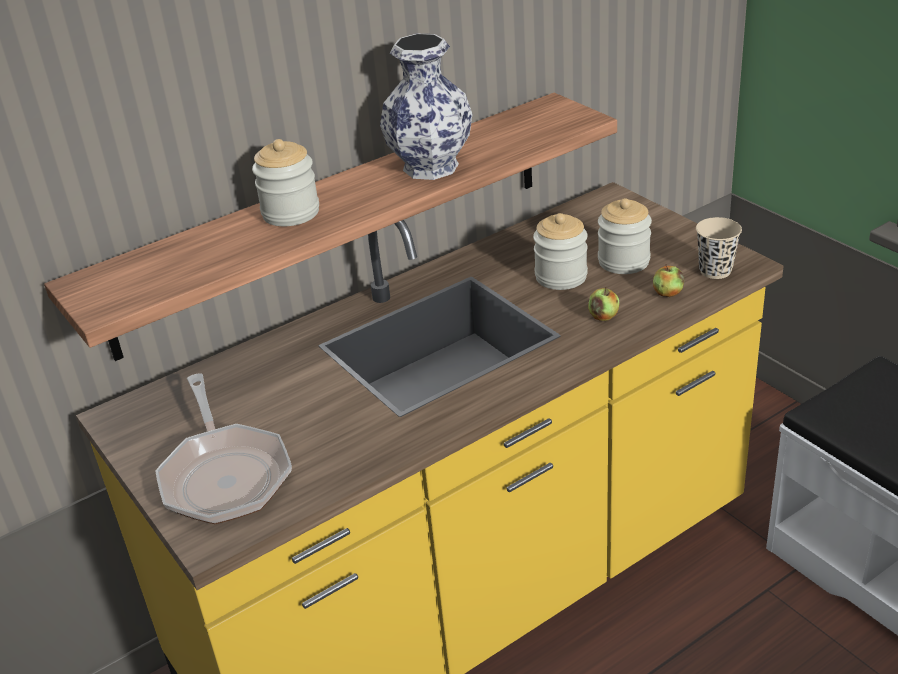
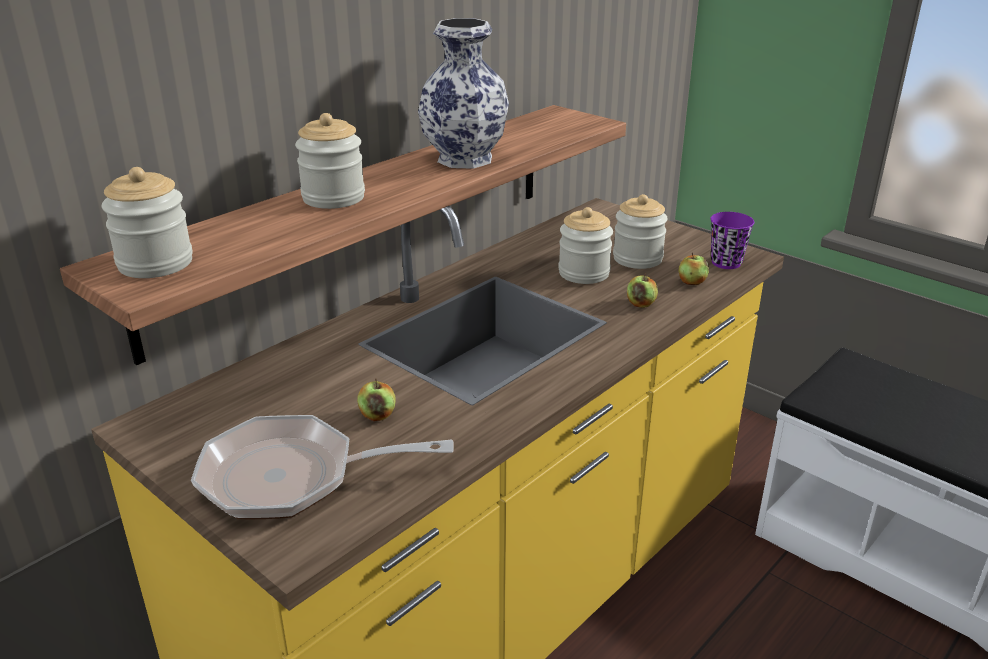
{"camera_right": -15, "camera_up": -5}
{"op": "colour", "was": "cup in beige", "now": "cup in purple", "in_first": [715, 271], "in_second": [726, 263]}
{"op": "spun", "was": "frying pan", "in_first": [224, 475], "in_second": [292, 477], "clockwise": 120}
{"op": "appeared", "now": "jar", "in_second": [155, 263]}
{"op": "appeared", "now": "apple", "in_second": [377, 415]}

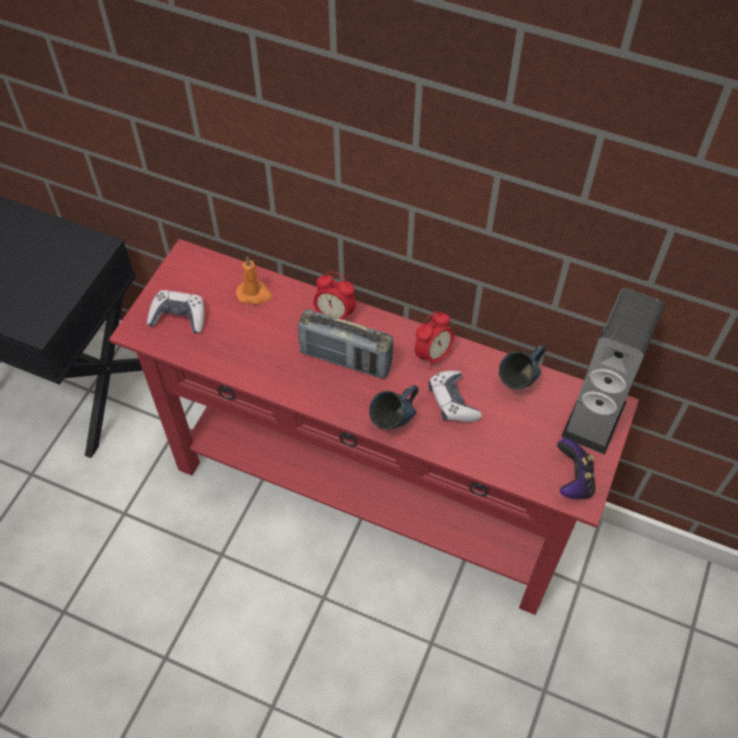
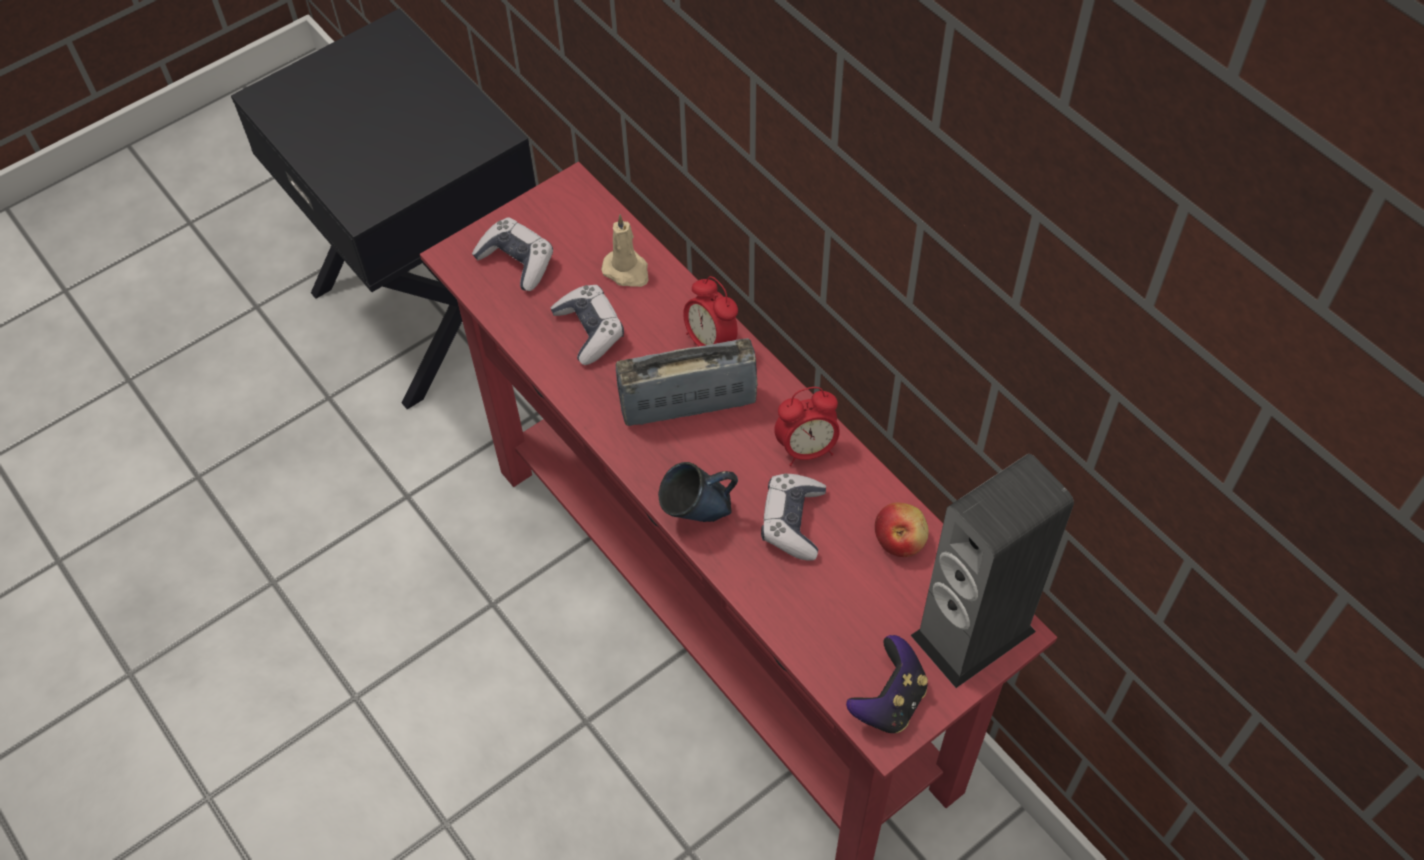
{"camera_right": 30, "camera_up": 0}
{"op": "colour", "was": "candle in orange", "now": "candle in beige", "in_first": [254, 294], "in_second": [627, 271]}
{"op": "spun", "was": "radio", "in_first": [345, 360], "in_second": [688, 405], "clockwise": 120}
{"op": "exchanged", "was": "mug in blue", "now": "apple", "in_first": [520, 384], "in_second": [900, 539]}
{"op": "appeared", "now": "game controller", "in_second": [590, 330]}

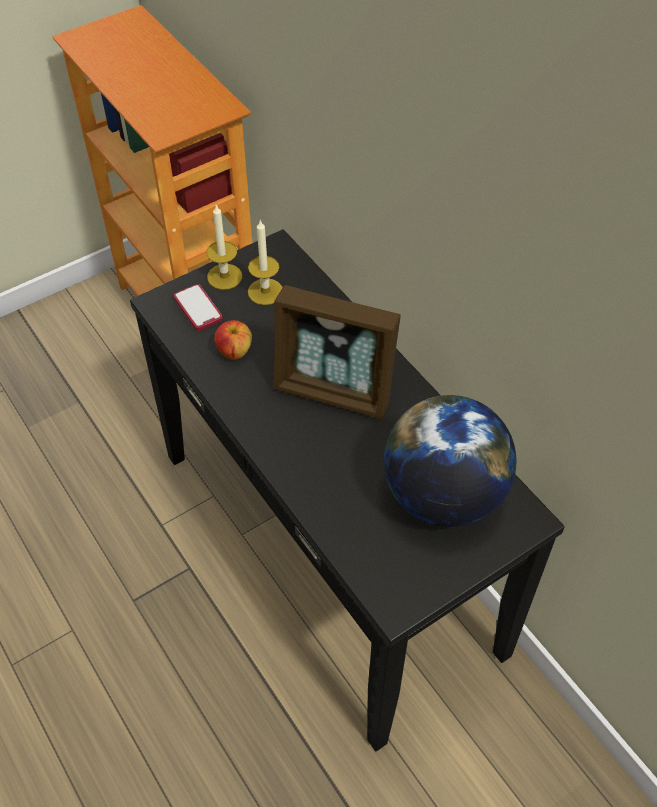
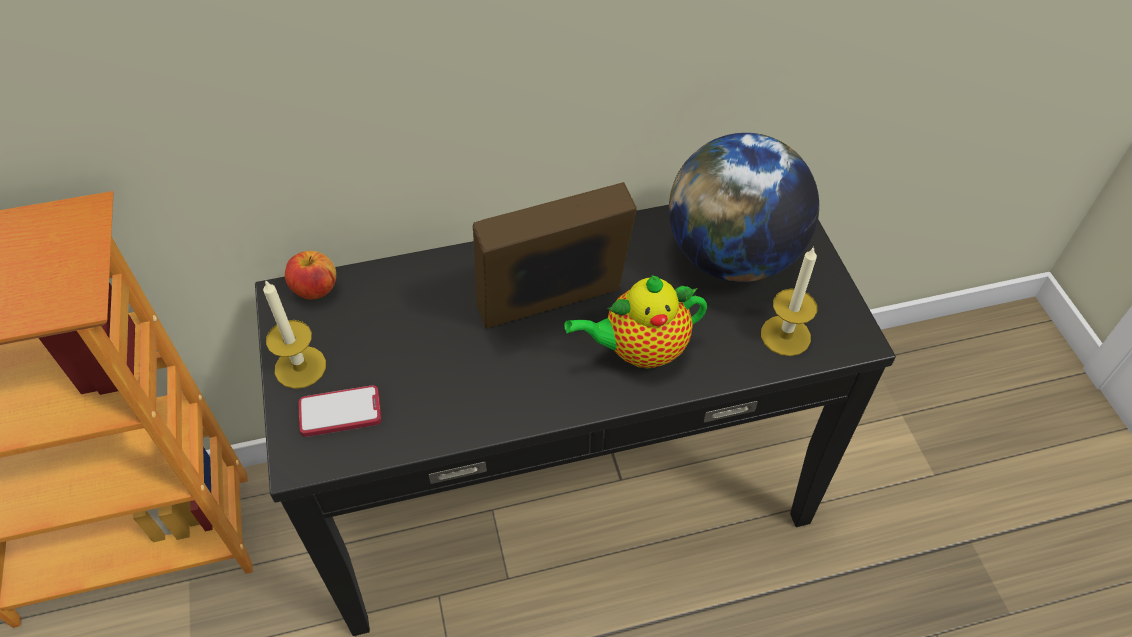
{"camera_right": -70, "camera_up": 0}
{"op": "relocated", "was": "candle", "in_first": [265, 291], "in_second": [785, 335]}
{"op": "spun", "was": "picture frame", "in_first": [334, 391], "in_second": [551, 306], "clockwise": -150}
{"op": "relocated", "was": "apple", "in_first": [234, 351], "in_second": [315, 289]}
{"op": "appeared", "now": "teapot", "in_second": [640, 350]}

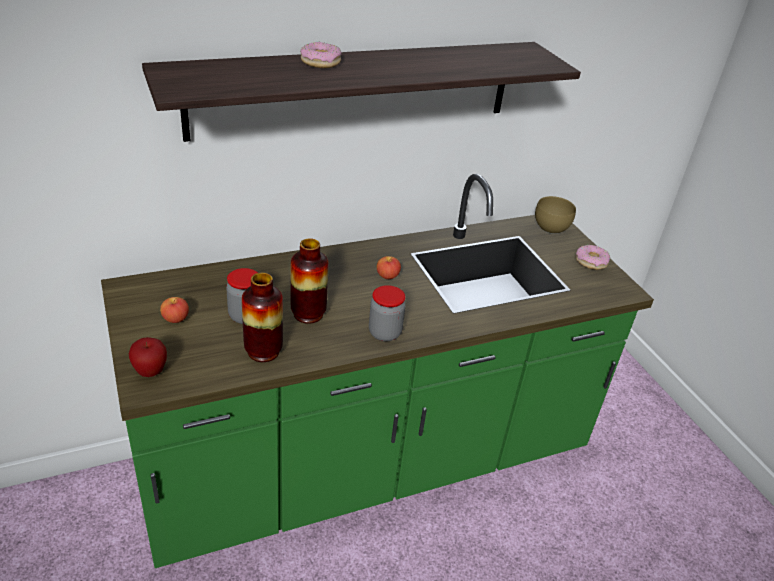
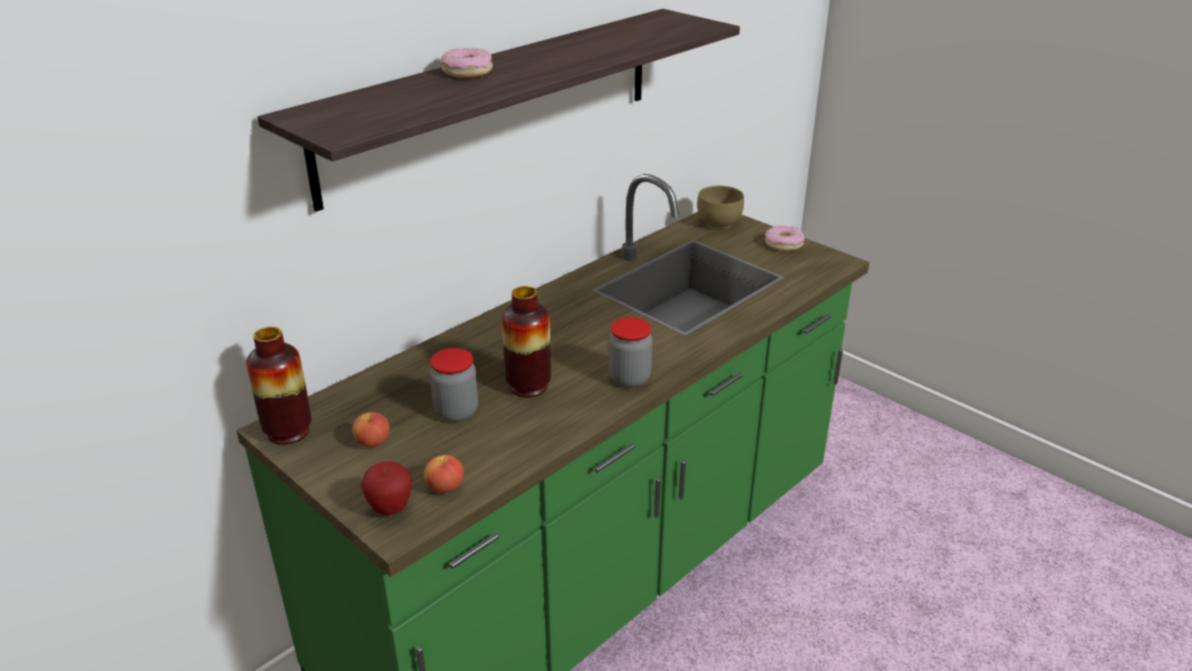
{"camera_right": -20, "camera_up": -5}
{"op": "relocated", "was": "apple", "in_first": [387, 276], "in_second": [445, 487]}
{"op": "relocated", "was": "vase", "in_first": [263, 351], "in_second": [288, 432]}

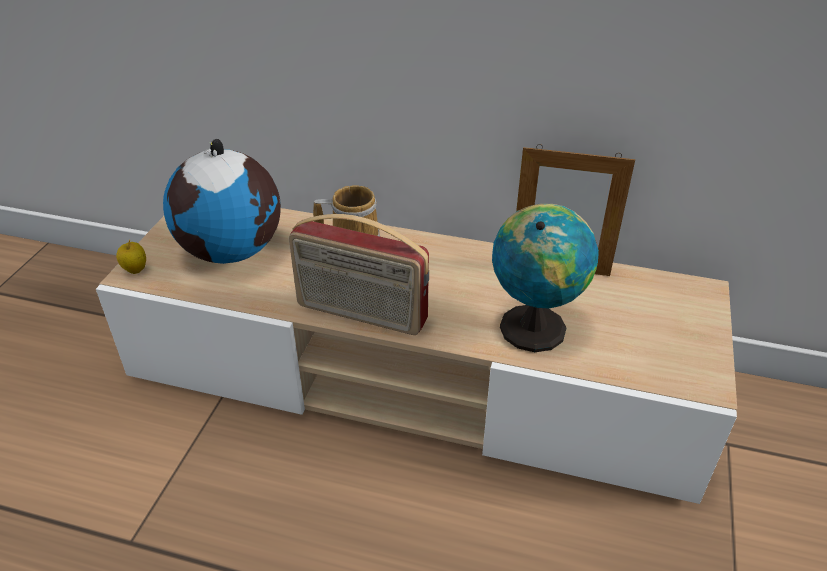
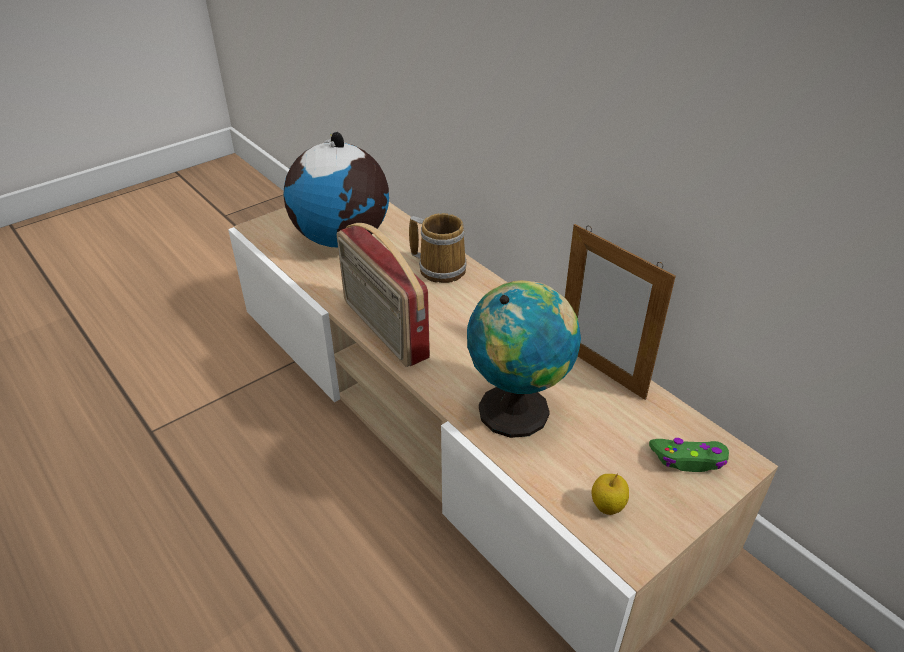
{"camera_right": 35, "camera_up": 0}
{"op": "relocated", "was": "apple", "in_first": [135, 270], "in_second": [607, 507]}
{"op": "appeared", "now": "game controller in green", "in_second": [688, 459]}

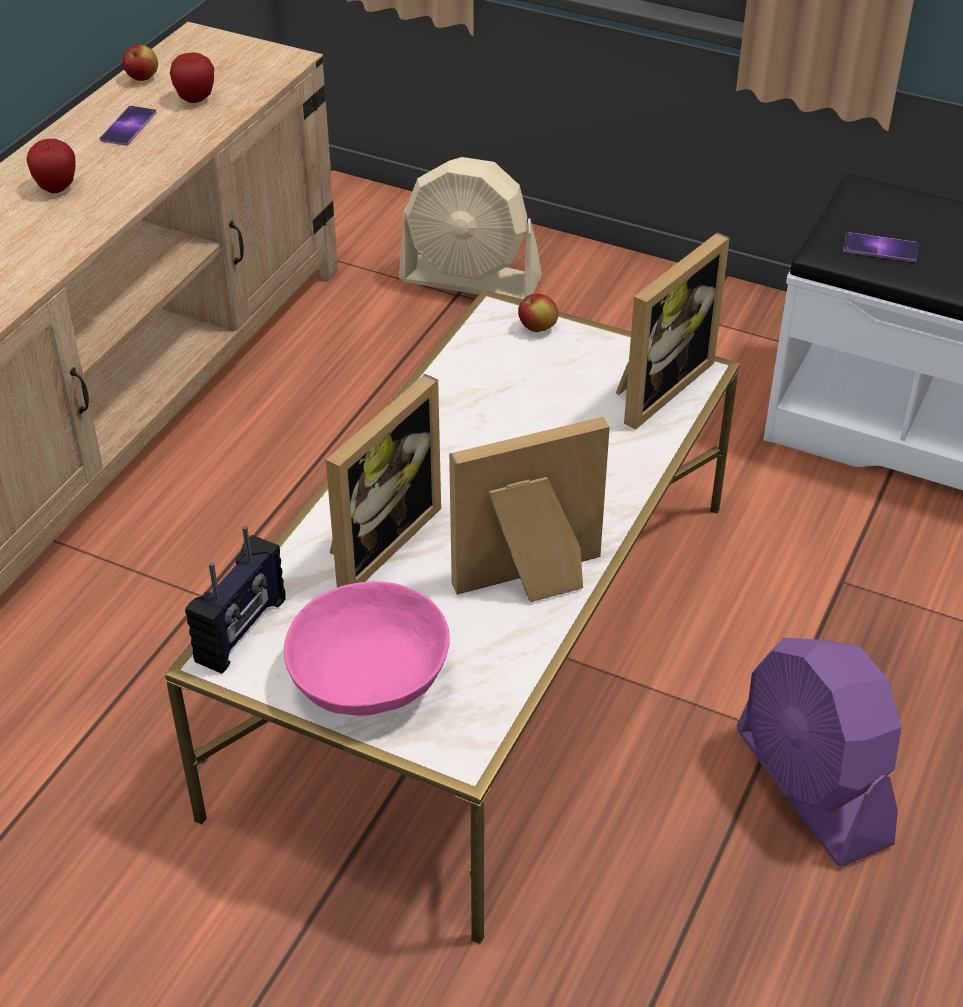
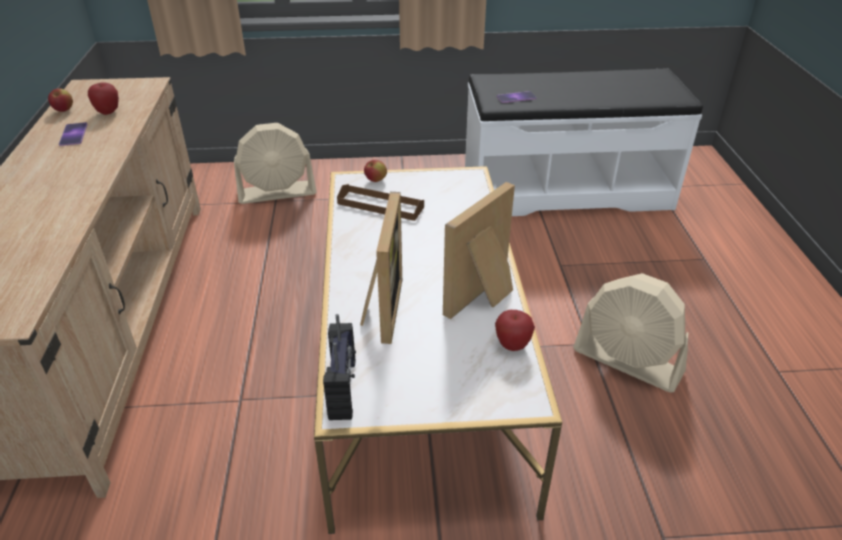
{"camera_right": -30, "camera_up": -5}
{"op": "relocated", "was": "apple", "in_first": [57, 188], "in_second": [512, 345]}
{"op": "missing", "was": "picture frame", "in_first": [656, 386]}
{"op": "missing", "was": "bowl in pink", "in_first": [370, 678]}
{"op": "colour", "was": "fan in purple", "now": "fan in beige", "in_first": [812, 787], "in_second": [628, 361]}
{"op": "appeared", "now": "tray in brown", "in_second": [380, 205]}

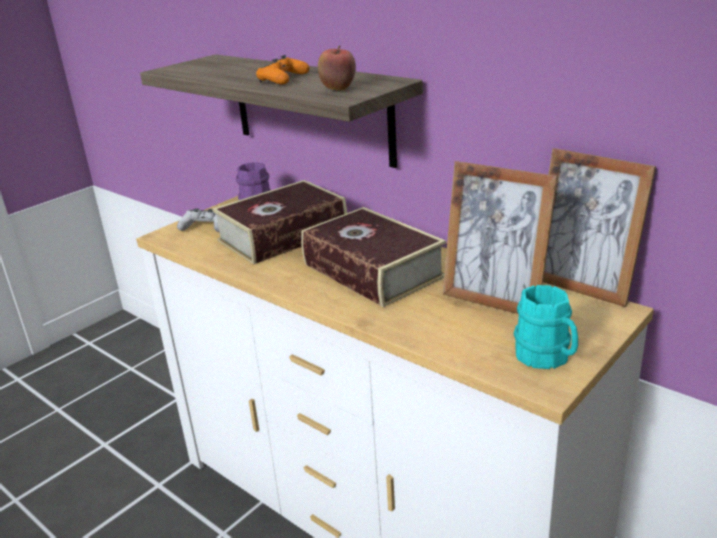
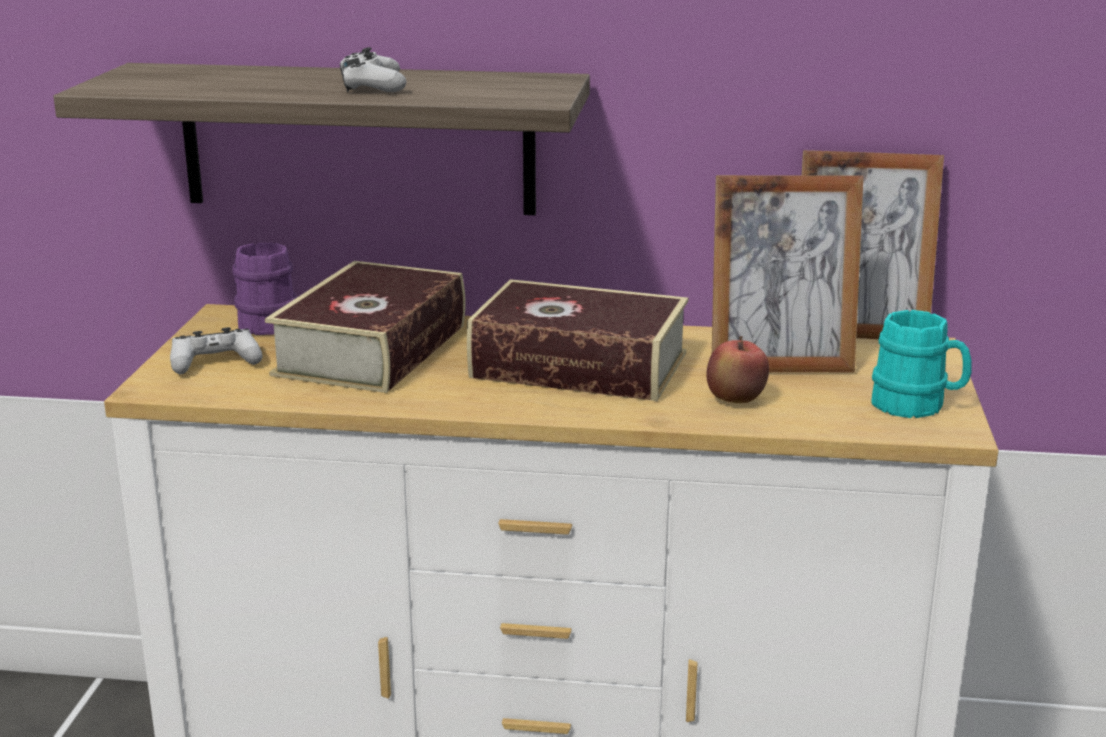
{"camera_right": -35, "camera_up": -5}
{"op": "relocated", "was": "apple", "in_first": [338, 90], "in_second": [735, 401]}
{"op": "colour", "was": "game controller in orange", "now": "game controller in white", "in_first": [283, 79], "in_second": [372, 86]}

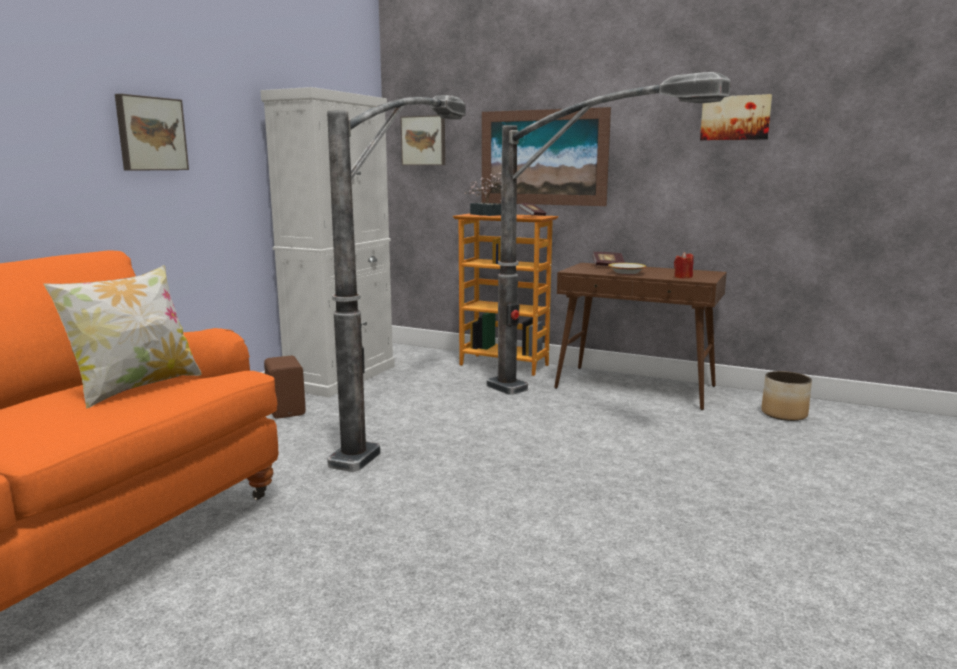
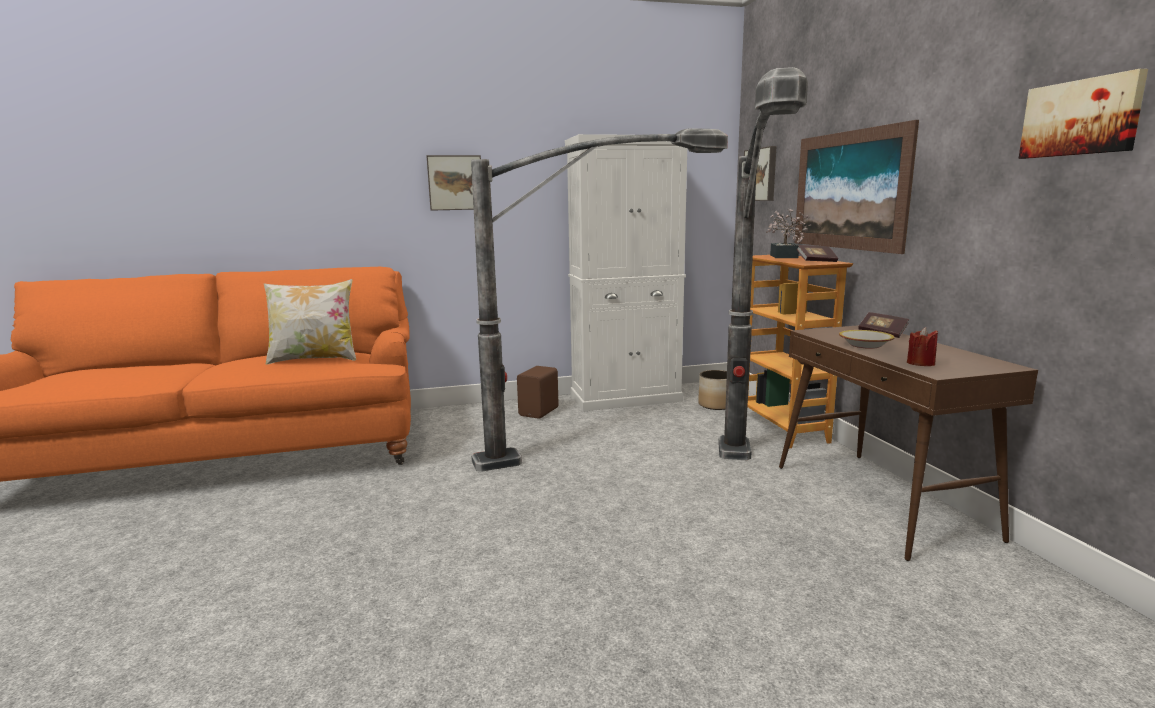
{"camera_right": 50, "camera_up": 0}
{"op": "relocated", "was": "planter", "in_first": [784, 414], "in_second": [716, 405]}

